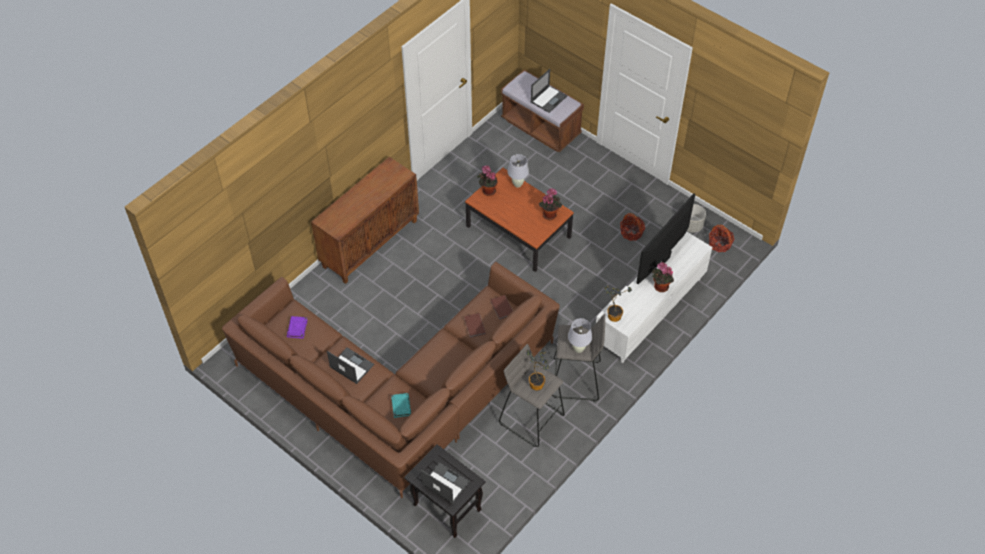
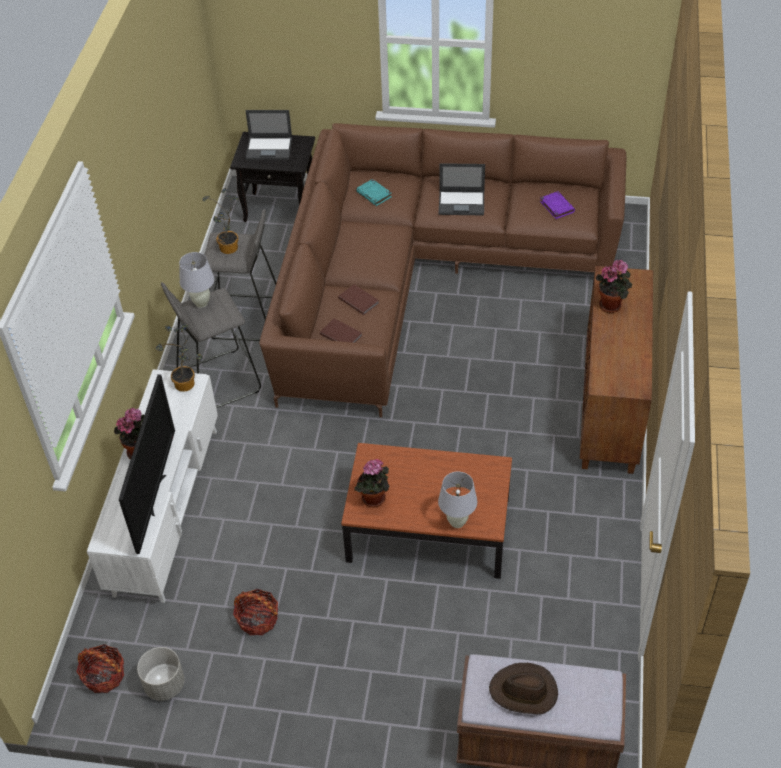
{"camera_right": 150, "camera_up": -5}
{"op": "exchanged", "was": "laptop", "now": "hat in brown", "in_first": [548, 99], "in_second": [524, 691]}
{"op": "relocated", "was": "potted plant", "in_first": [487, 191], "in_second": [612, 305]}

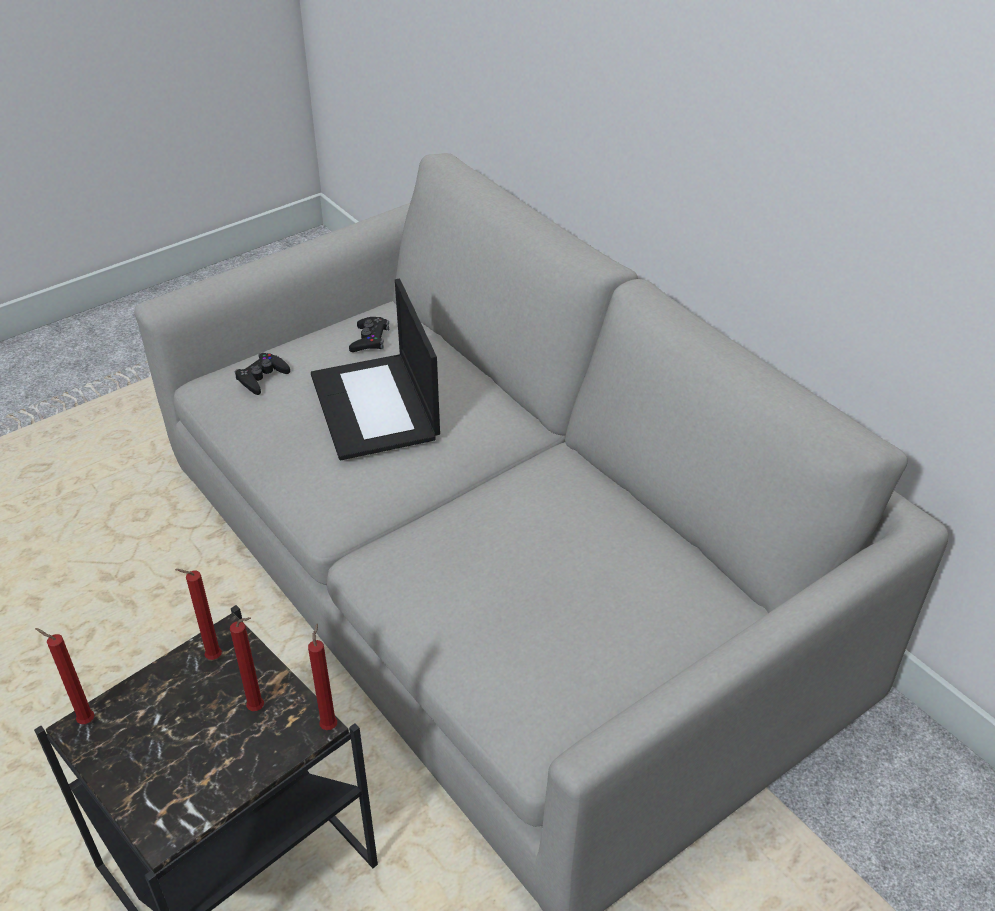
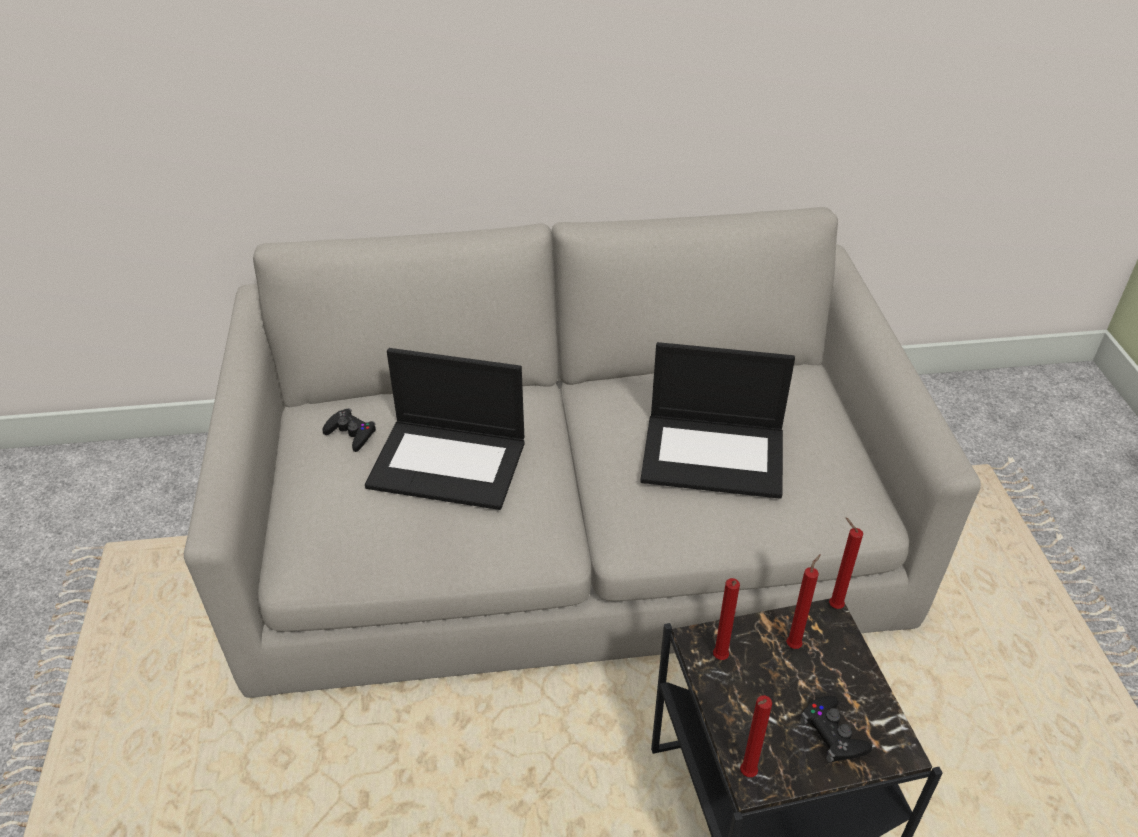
{"camera_right": -60, "camera_up": 0}
{"op": "relocated", "was": "game controller in black", "in_first": [262, 377], "in_second": [833, 734]}
{"op": "appeared", "now": "laptop", "in_second": [715, 454]}

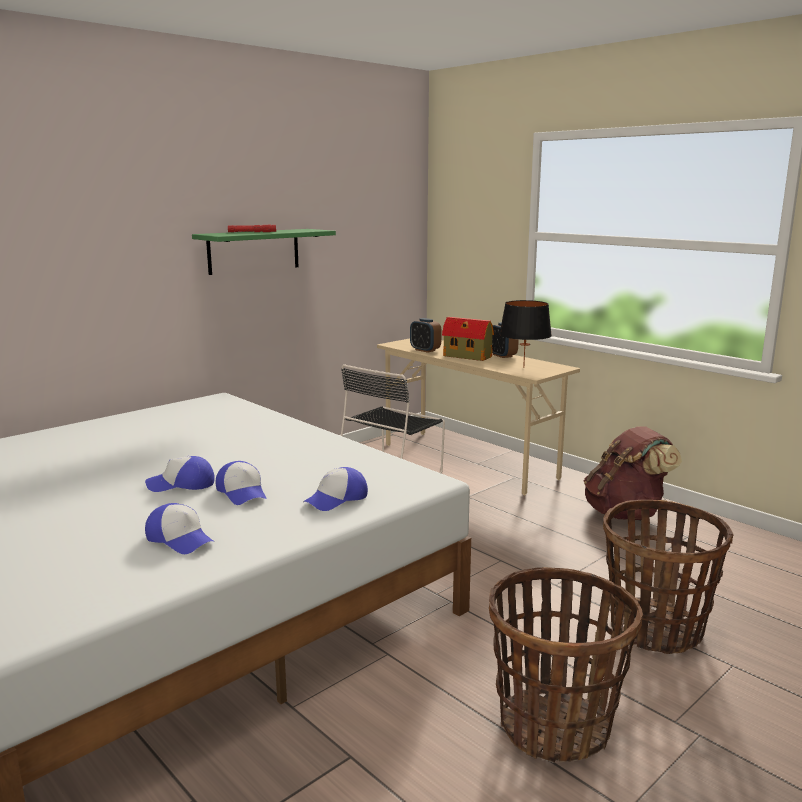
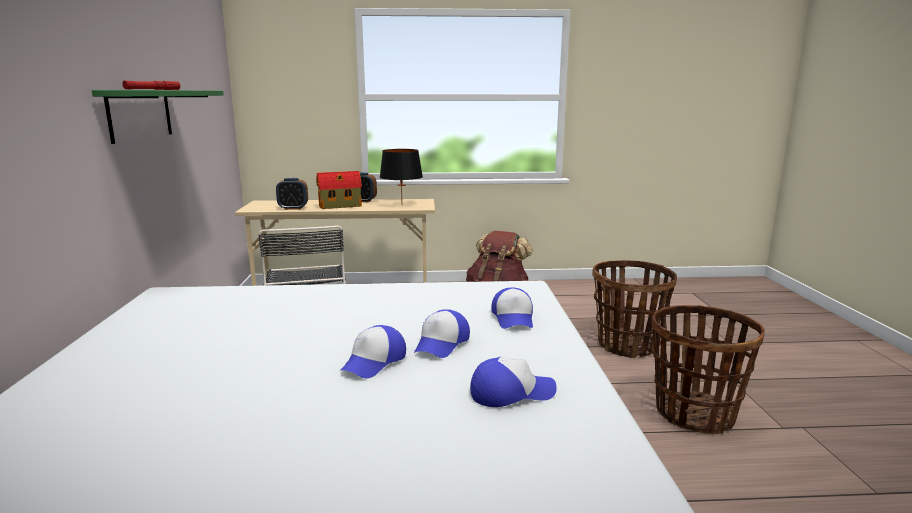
{"camera_right": -50, "camera_up": 0}
{"op": "spun", "was": "cap", "in_first": [242, 492], "in_second": [442, 344], "clockwise": 105}

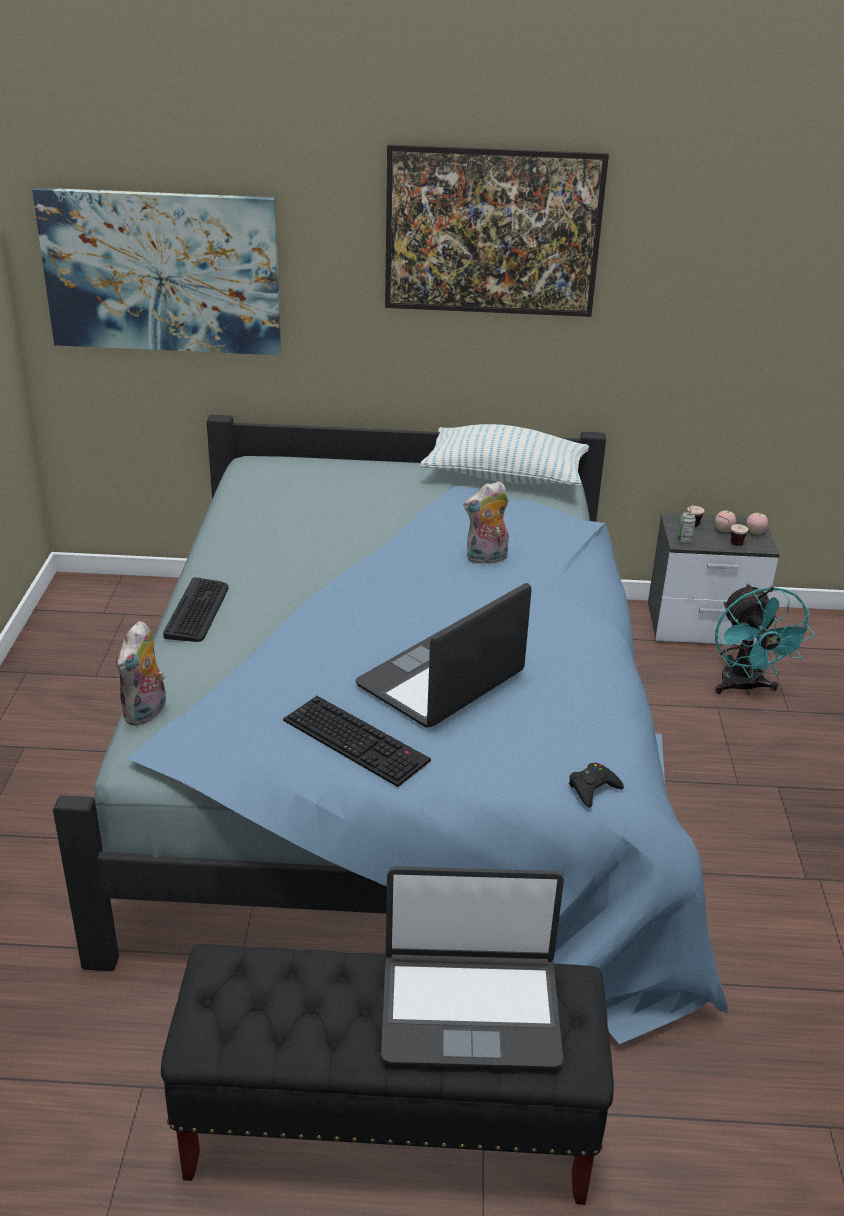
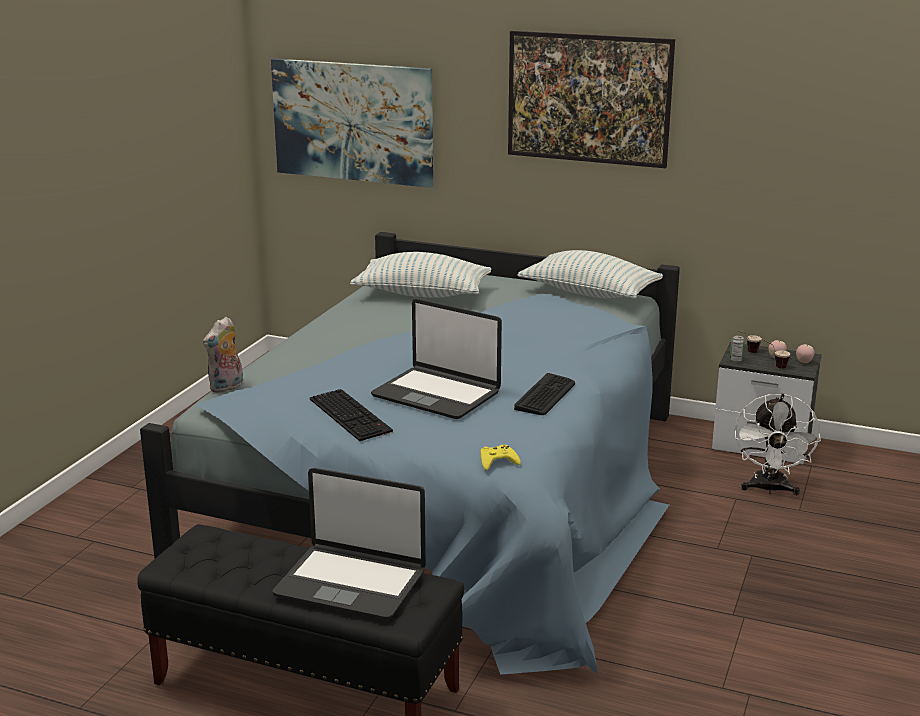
{"camera_right": 20, "camera_up": -10}
{"op": "missing", "was": "plush toy", "in_first": [486, 559]}
{"op": "relocated", "was": "keyboard", "in_first": [197, 611], "in_second": [545, 396]}
{"op": "spun", "was": "laptop", "in_first": [442, 681], "in_second": [437, 394], "clockwise": -120}
{"op": "colour", "was": "fan in turquoise", "now": "fan in white", "in_first": [744, 687], "in_second": [769, 489]}
{"op": "colour", "was": "game controller in black", "now": "game controller in yellow", "in_first": [593, 788], "in_second": [497, 462]}
{"op": "appeared", "now": "pillow", "in_second": [422, 294]}

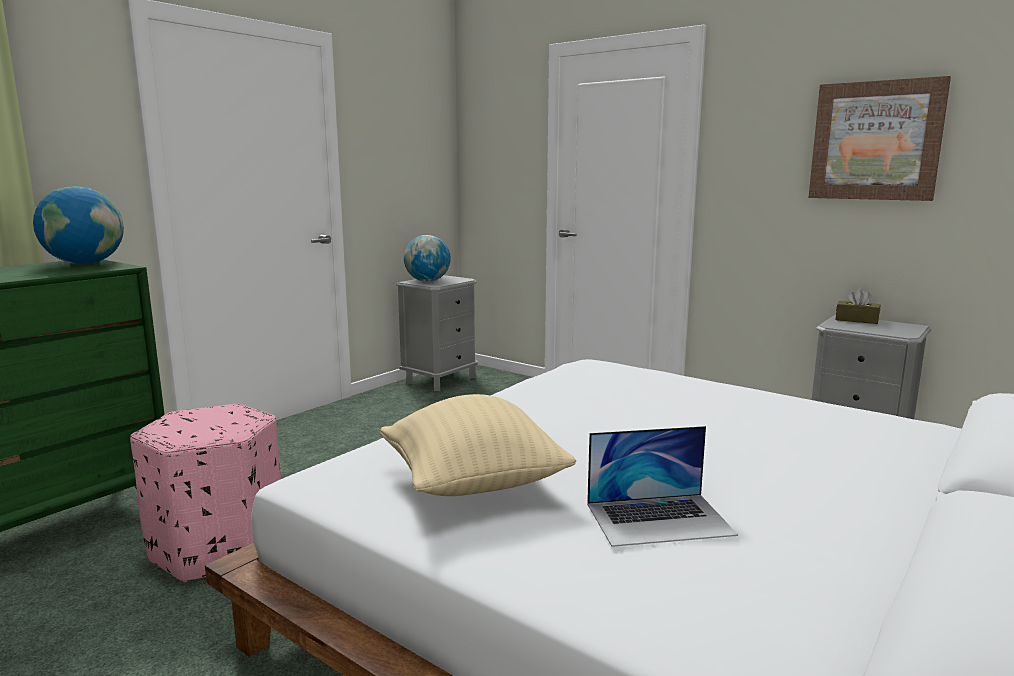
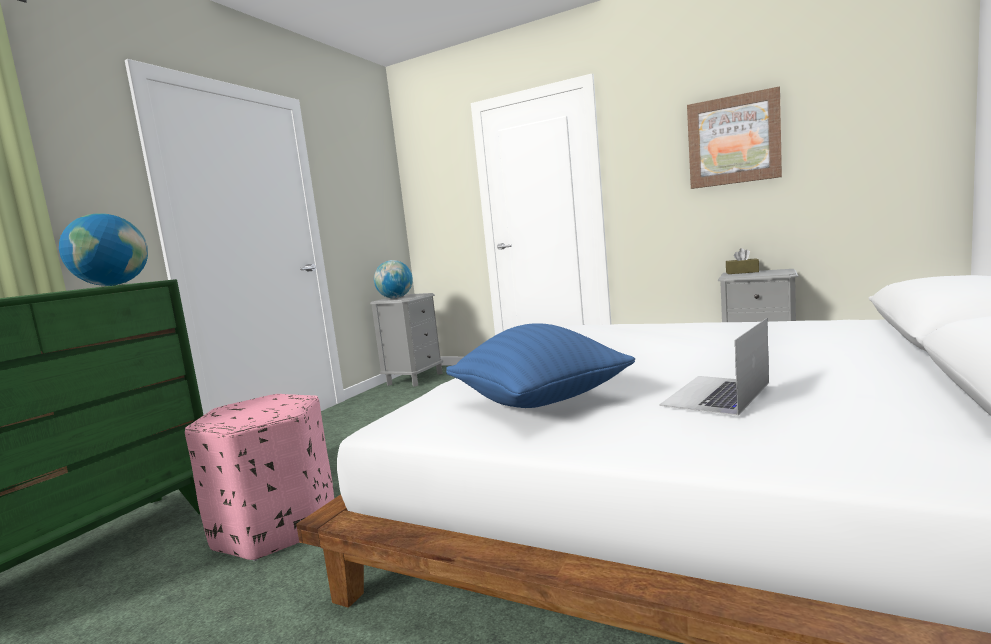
{"camera_right": -10, "camera_up": -5}
{"op": "colour", "was": "pillow in beige", "now": "pillow in blue", "in_first": [473, 486], "in_second": [540, 403]}
{"op": "spun", "was": "laptop", "in_first": [659, 519], "in_second": [716, 394], "clockwise": 150}

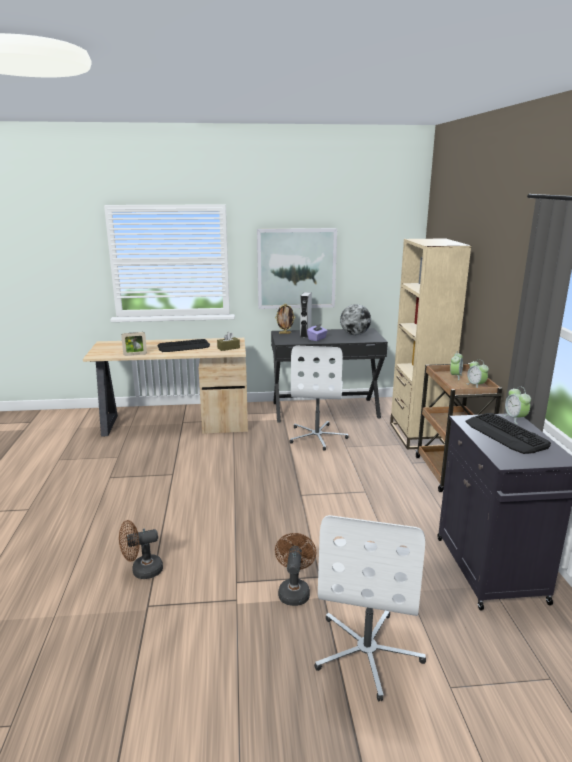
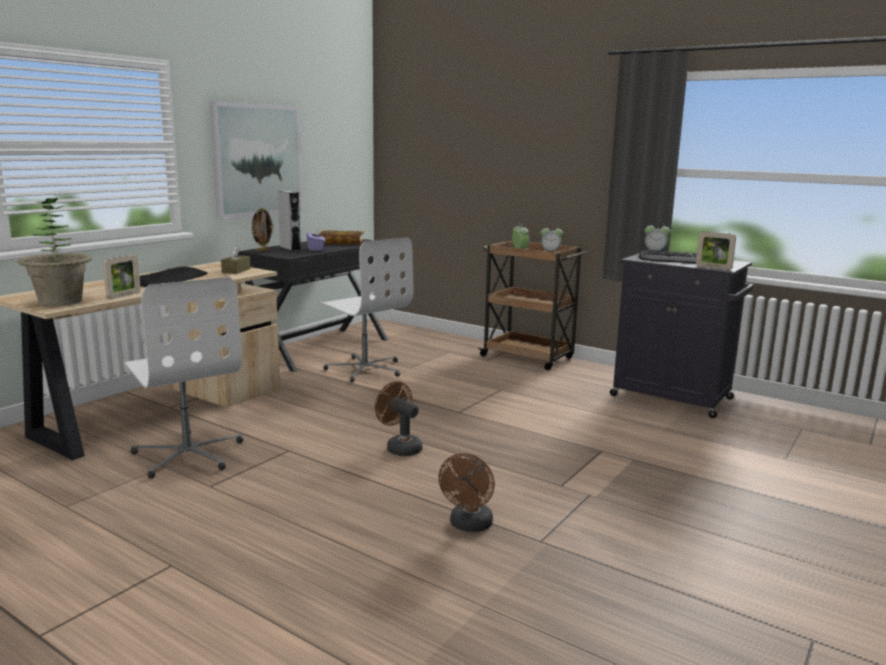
{"camera_right": -50, "camera_up": -5}
{"op": "missing", "was": "bookcase in beige", "in_first": [417, 435]}
{"op": "exchanged", "was": "globe", "now": "book", "in_first": [354, 334], "in_second": [341, 242]}
{"op": "relocated", "was": "office chair in white", "in_first": [367, 651], "in_second": [188, 454]}
{"op": "relocated", "was": "fan in brown", "in_first": [294, 591], "in_second": [400, 447]}
{"op": "appeared", "now": "potted plant", "in_second": [61, 301]}
{"op": "appeared", "now": "picture frame", "in_second": [713, 267]}

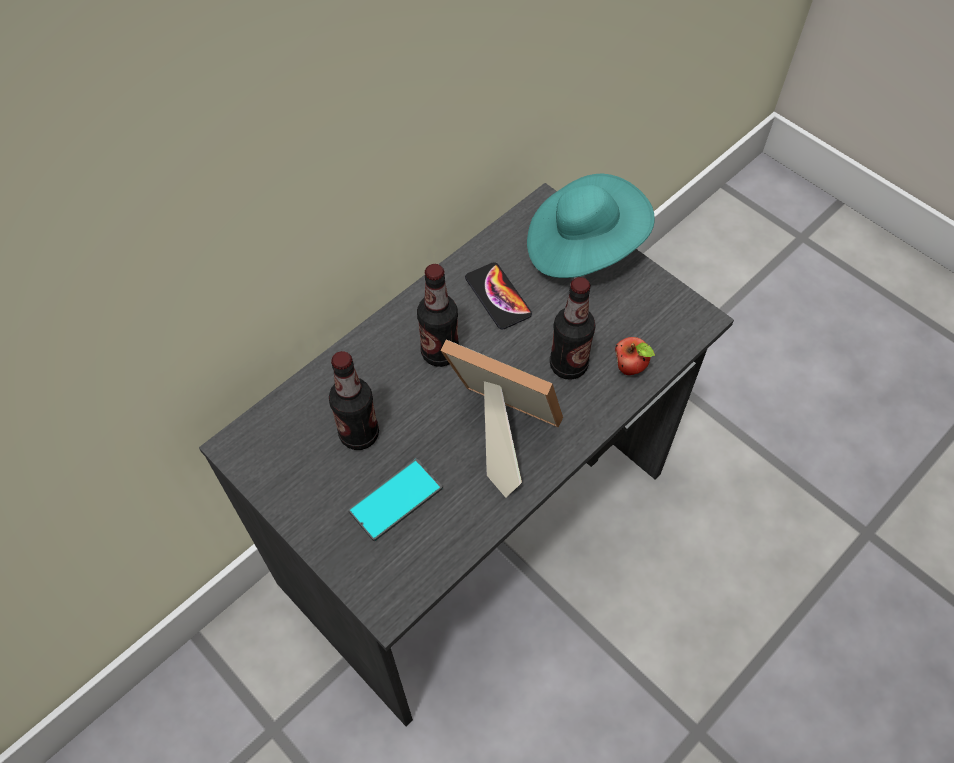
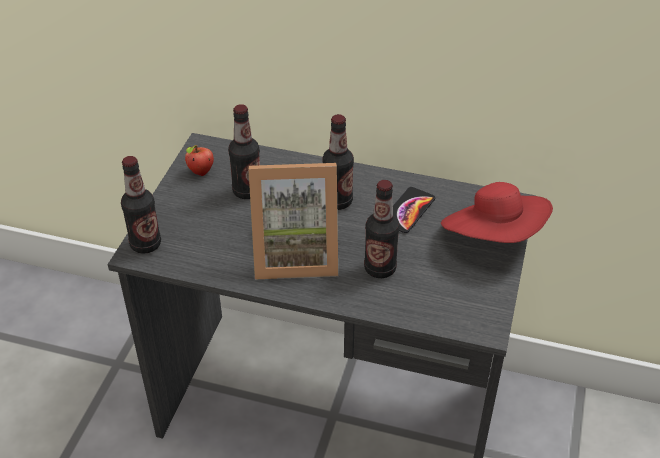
{"camera_right": 60, "camera_up": -15}
{"op": "colour", "was": "hat in turquoise", "now": "hat in red", "in_first": [583, 246], "in_second": [494, 237]}
{"op": "relocated", "was": "apple", "in_first": [631, 368], "in_second": [201, 173]}
{"op": "spun", "was": "picture frame", "in_first": [498, 433], "in_second": [295, 254], "clockwise": 90}
{"op": "missing", "was": "phone", "in_first": [396, 499]}
{"op": "appeared", "now": "bottle", "in_second": [145, 244]}

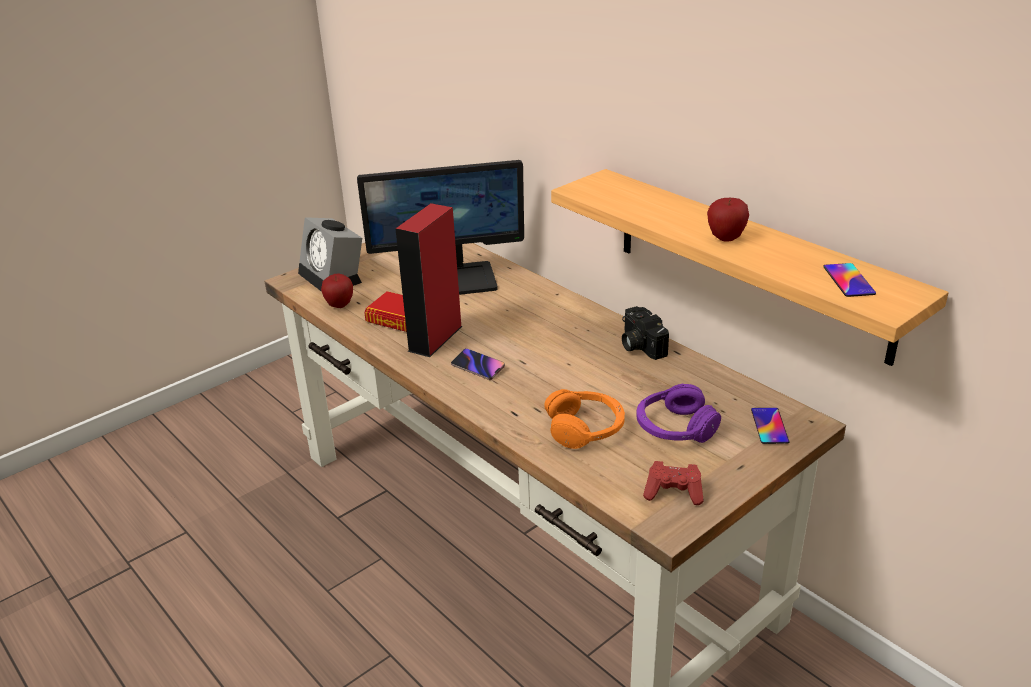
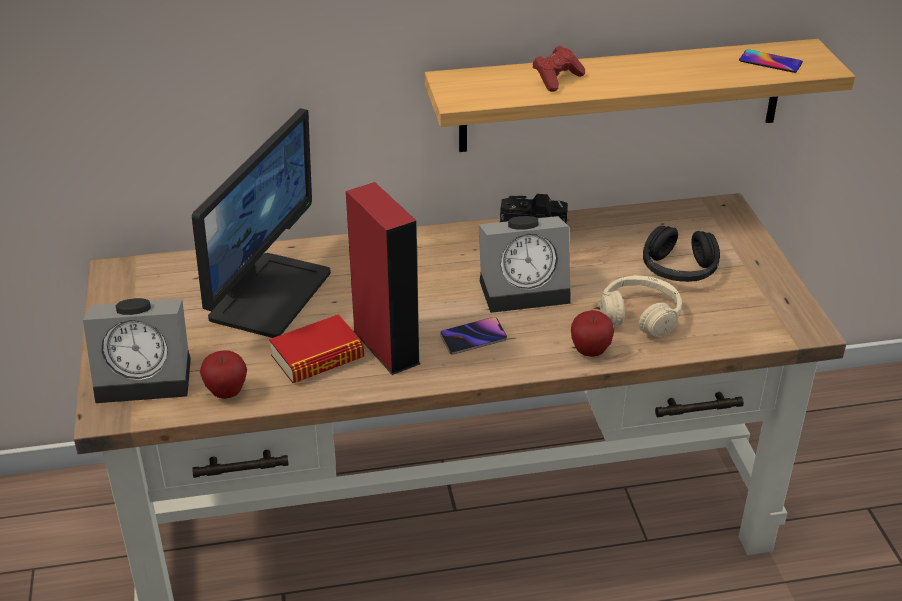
{"camera_right": -60, "camera_up": 5}
{"op": "relocated", "was": "apple", "in_first": [725, 238], "in_second": [590, 352]}
{"op": "colour", "was": "headphones in purple", "now": "headphones in black", "in_first": [674, 428], "in_second": [678, 269]}
{"op": "colour", "was": "headphones in orange", "now": "headphones in beige", "in_first": [585, 428], "in_second": [640, 315]}
{"op": "missing", "was": "phone", "in_first": [769, 426]}
{"op": "relocated", "was": "game controller in red", "in_first": [673, 492], "in_second": [557, 79]}
{"op": "appeared", "now": "alarm clock", "in_second": [526, 289]}

